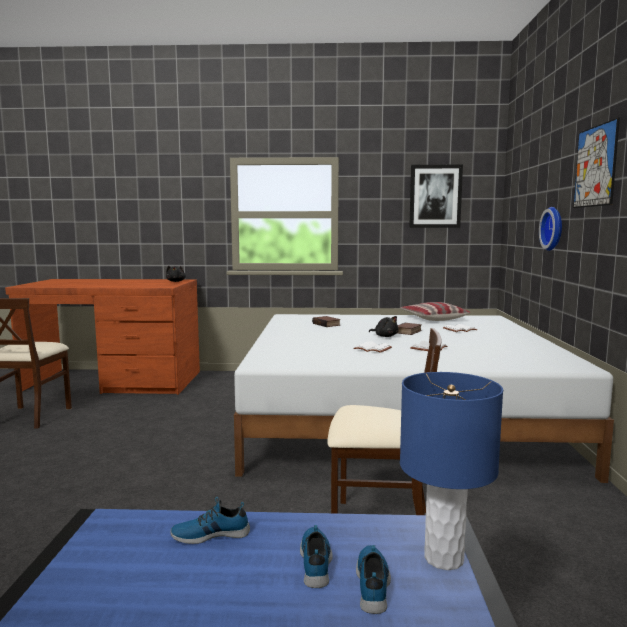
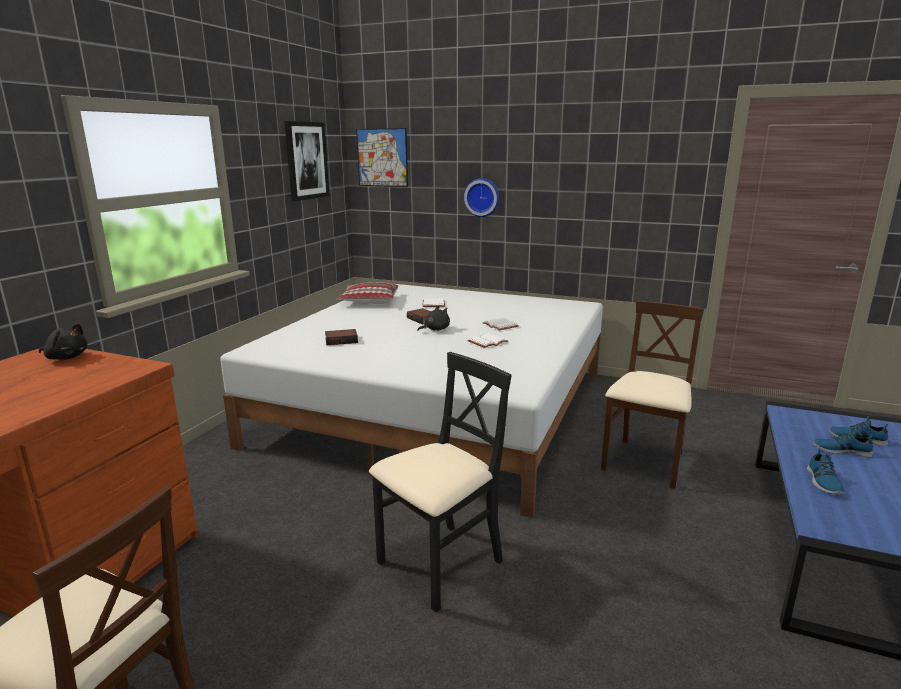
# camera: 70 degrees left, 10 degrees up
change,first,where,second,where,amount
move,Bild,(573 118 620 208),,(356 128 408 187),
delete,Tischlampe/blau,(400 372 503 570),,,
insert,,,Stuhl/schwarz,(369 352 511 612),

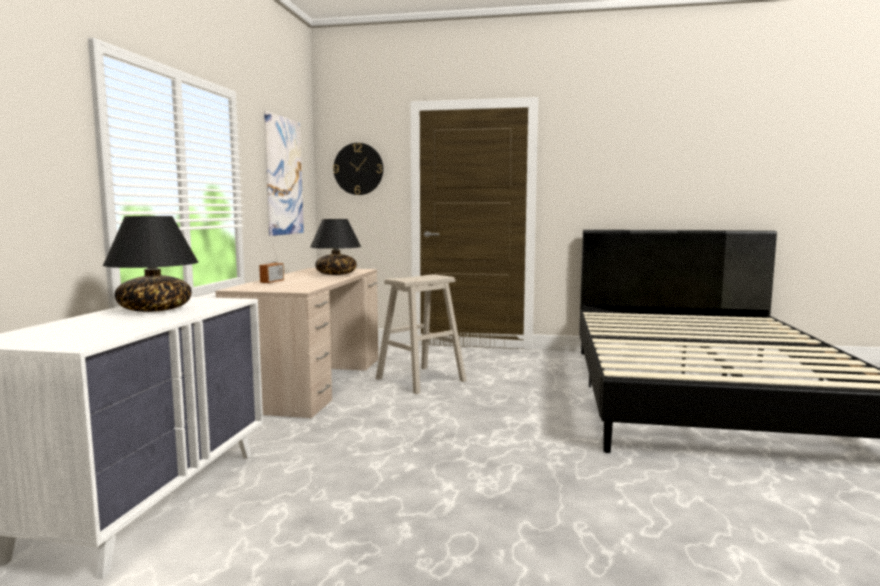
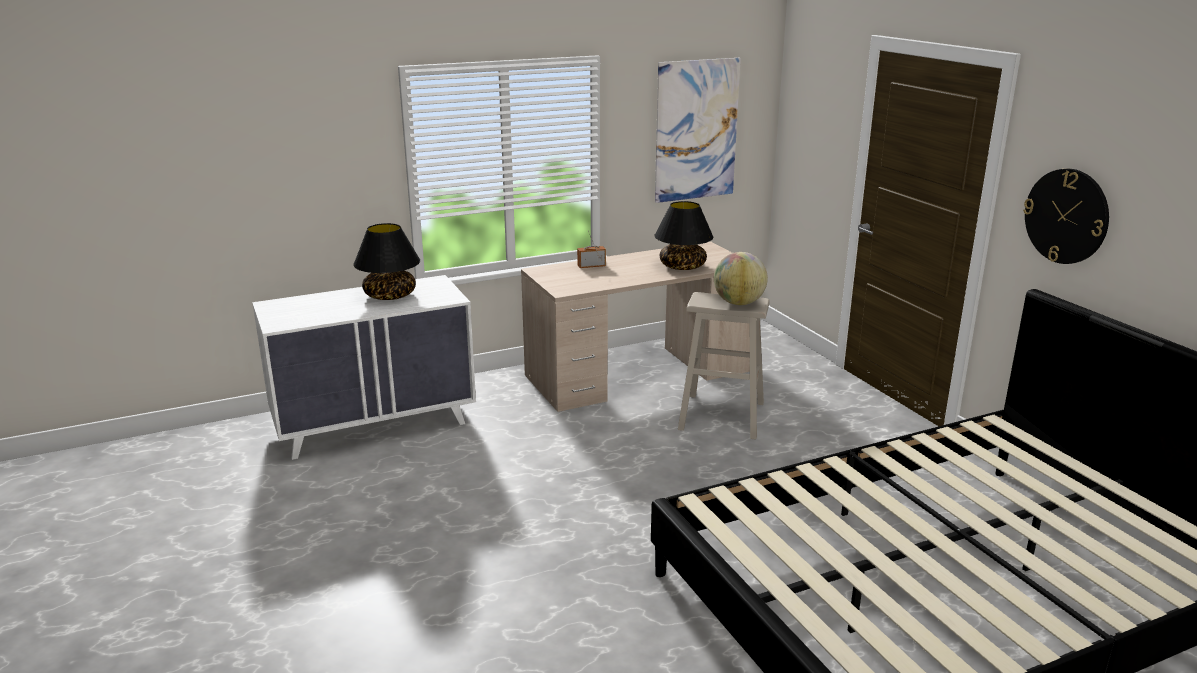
# camera: 55 degrees right, 15 degrees up
change,first,where,second,where,amount
move,Wanduhr,(333 143 383 195),,(1023 169 1109 264),
insert,,,Globus,(714 252 768 305),

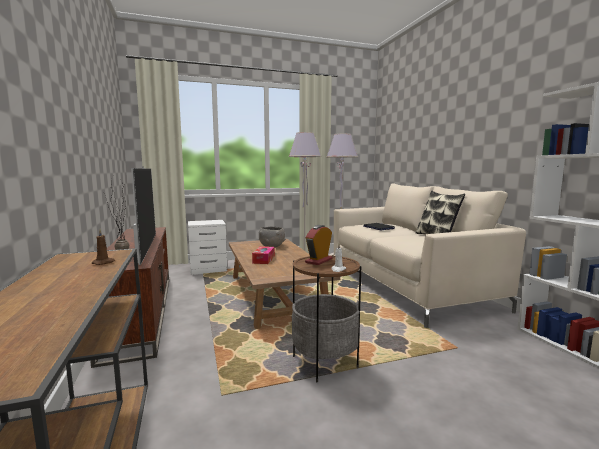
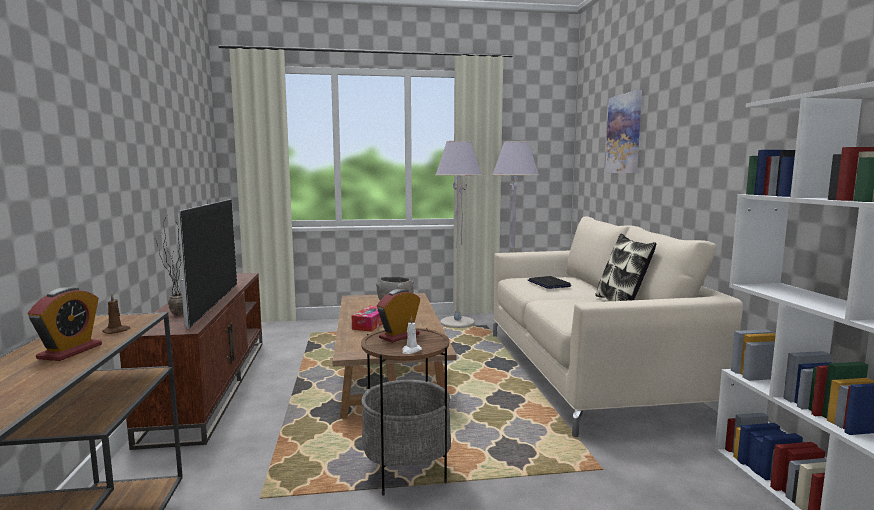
# camera: 10 degrees right, 0 degrees up
change,first,where,second,where,amount
delete,Nachttisch/weiß,(188 220 227 275),,,
insert,,,Bild,(605 90 642 173),
insert,,,Wecker,(27 287 102 361),

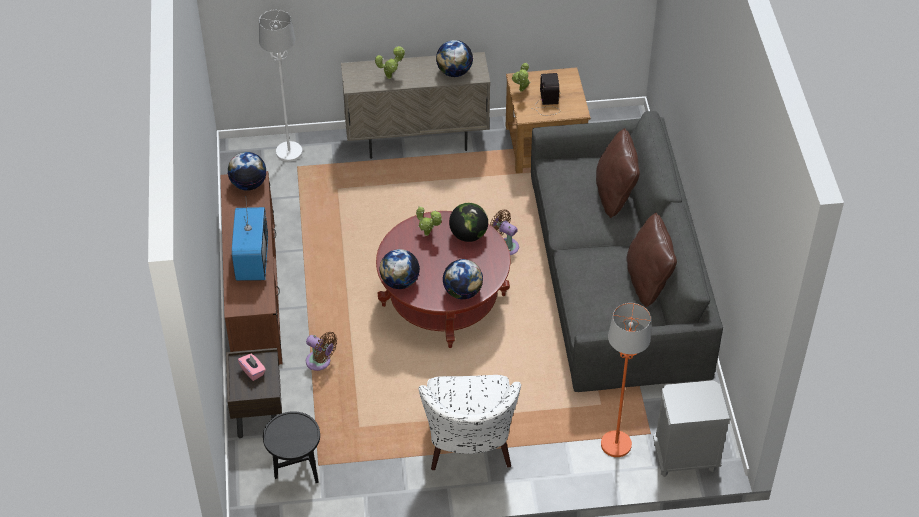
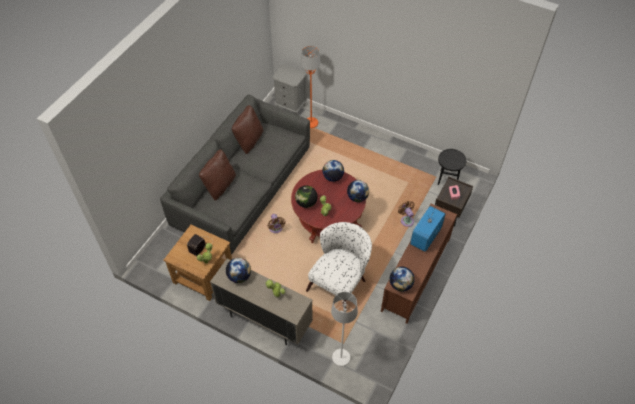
# camera: 145 degrees left, 5 degrees up
change,first,where,second,where,amount
move,Sessel/weiß,(418 375 521 470),,(306 222 372 310),

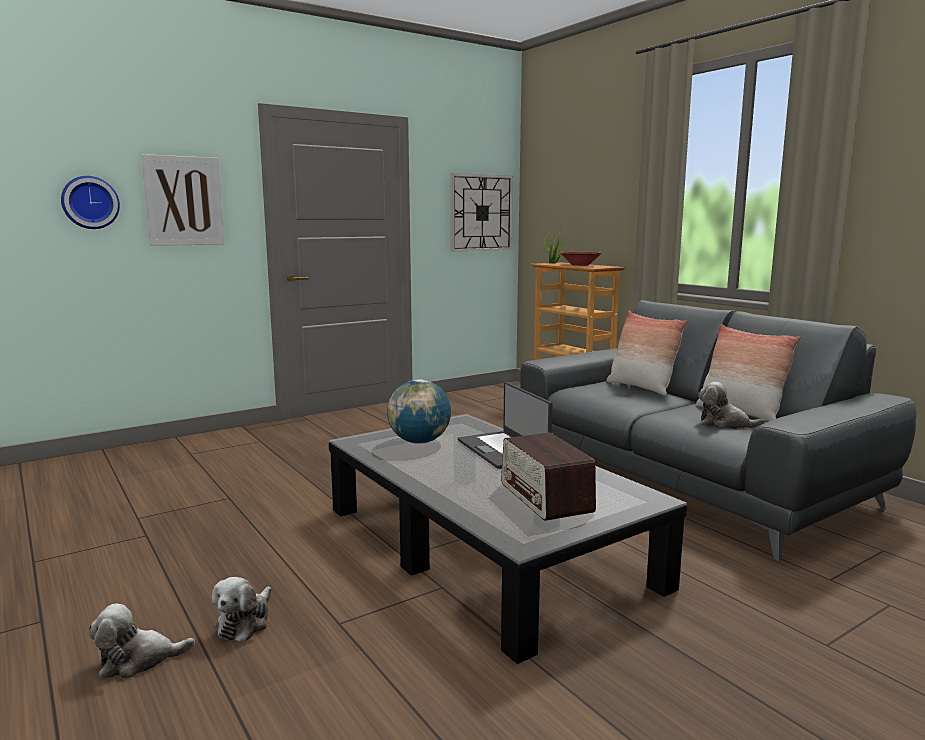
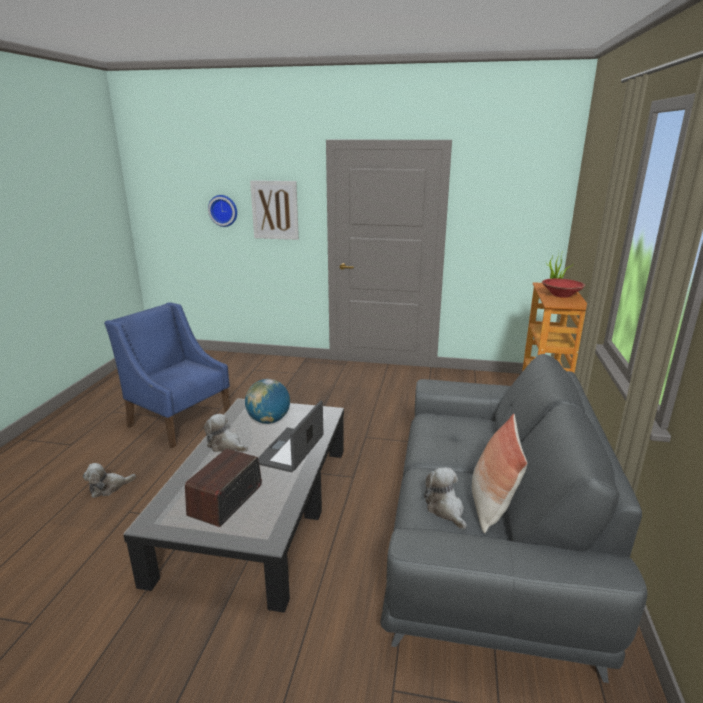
# camera: 45 degrees right, 10 degrees up
change,first,where,second,where,amount
delete,Wanduhr,(450 173 513 252),,,
delete,Kissen,(606 311 688 396),,,
move,Plüschtier,(89 604 195 679),,(204 414 248 452),
insert,,,Sessel/blau,(104 302 230 448),

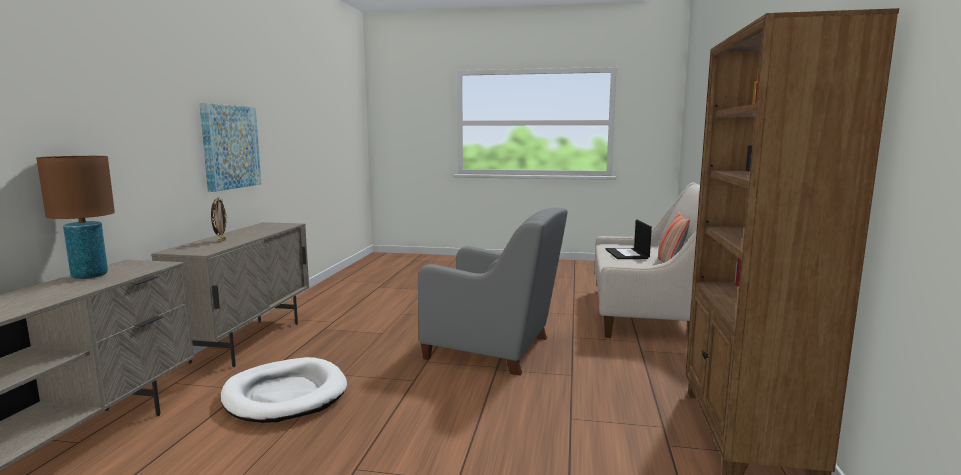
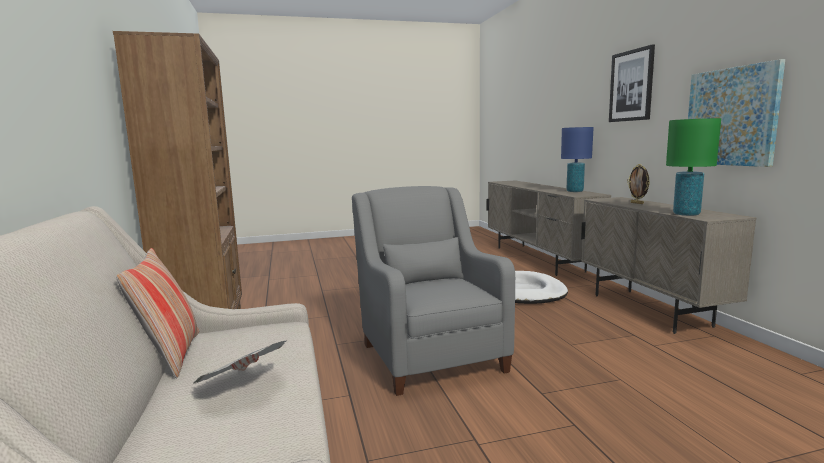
# camera: 155 degrees right, 0 degrees up
change,first,where,second,where,amount
recolor,Tischlampe/braun,(36 156 115 279),Tischlampe/blau,(561 127 594 192),
rotate,Sessel/grau,(418 208 568 376),,(352 186 515 396),75 degrees clockwise
replace,Laptop,(605 219 652 259),Zeitung,(194 341 286 384),
insert,,,Bild,(609 44 655 122),
insert,,,Tischlampe/grün,(666 118 721 216),

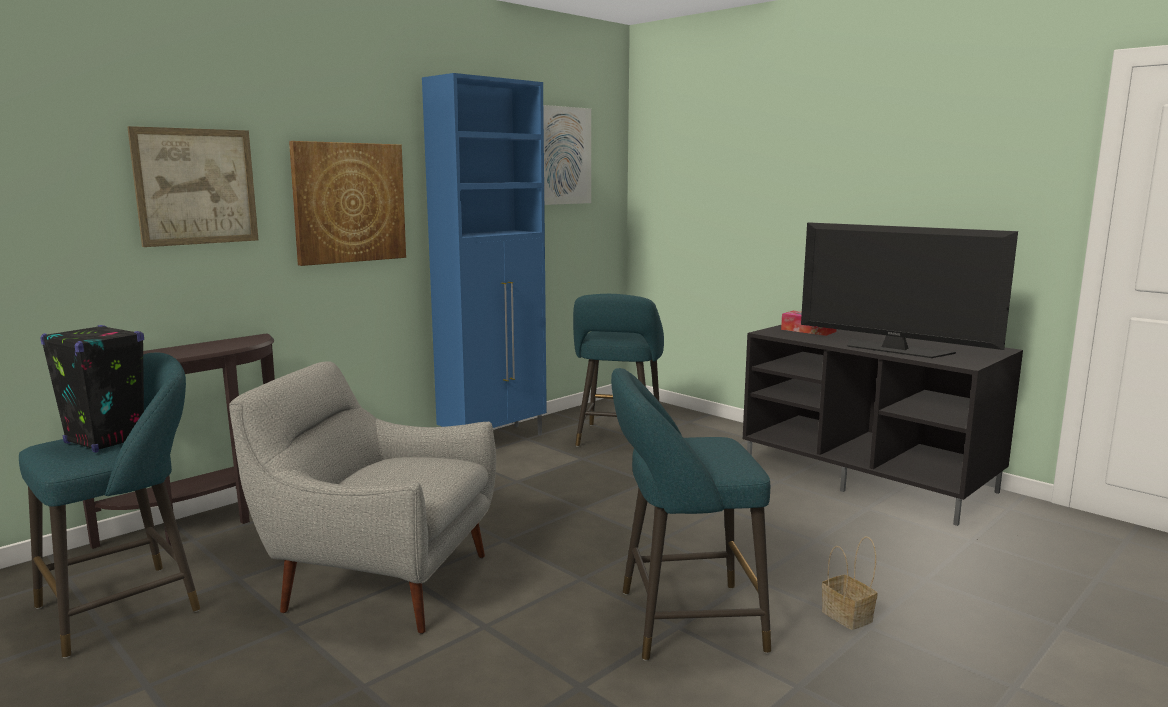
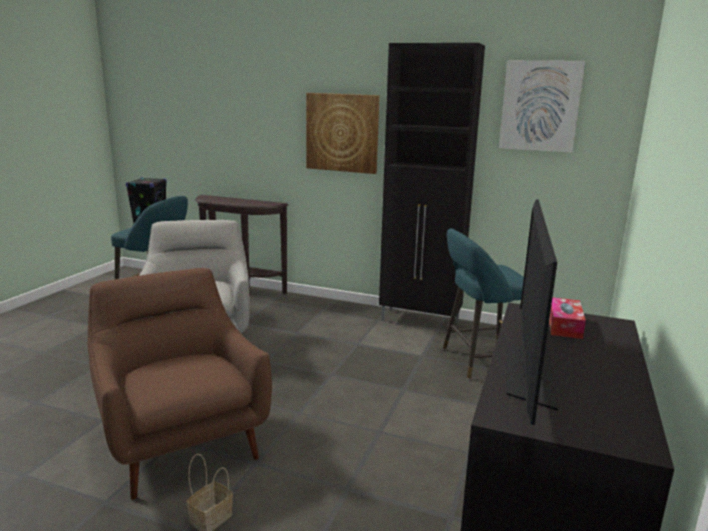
# camera: 65 degrees right, 5 degrees up
change,first,where,second,where,amount
recolor,Schrank/blau,(422 73 547 435),Schrank/schwarz,(379 43 485 329),
delete,Bild,(127 126 258 247),,,
replace,Hocker/türkis,(611 368 771 661),Sessel/braun,(88 268 272 500),

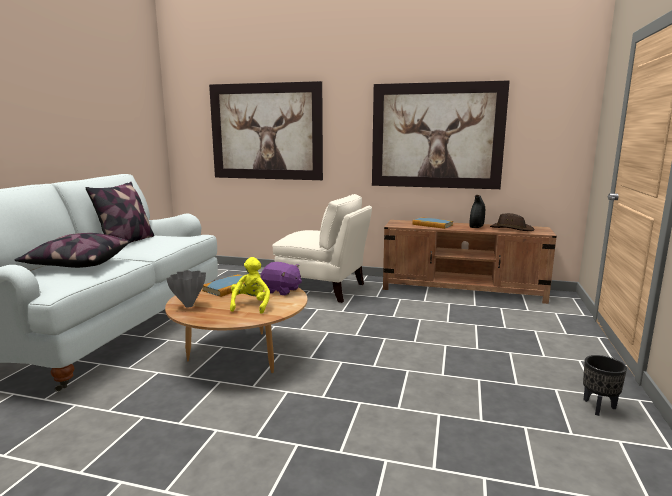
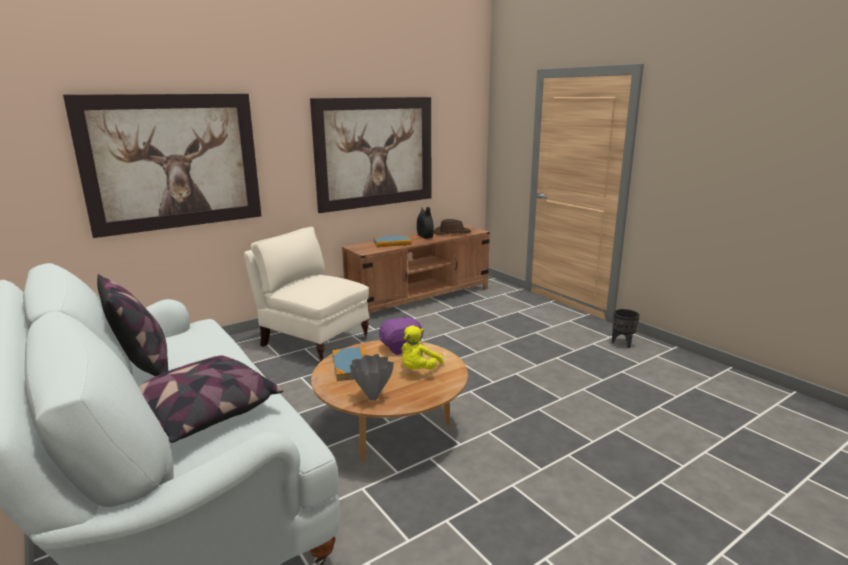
# camera: 50 degrees left, 5 degrees up
change,first,where,second,where,amount
rotate,Sessel/beige,(272 194 372 303),,(244 227 369 363),120 degrees counterclockwise
rotate,Plüschtier/gelb,(230 257 270 314),,(402 325 444 370),105 degrees counterclockwise

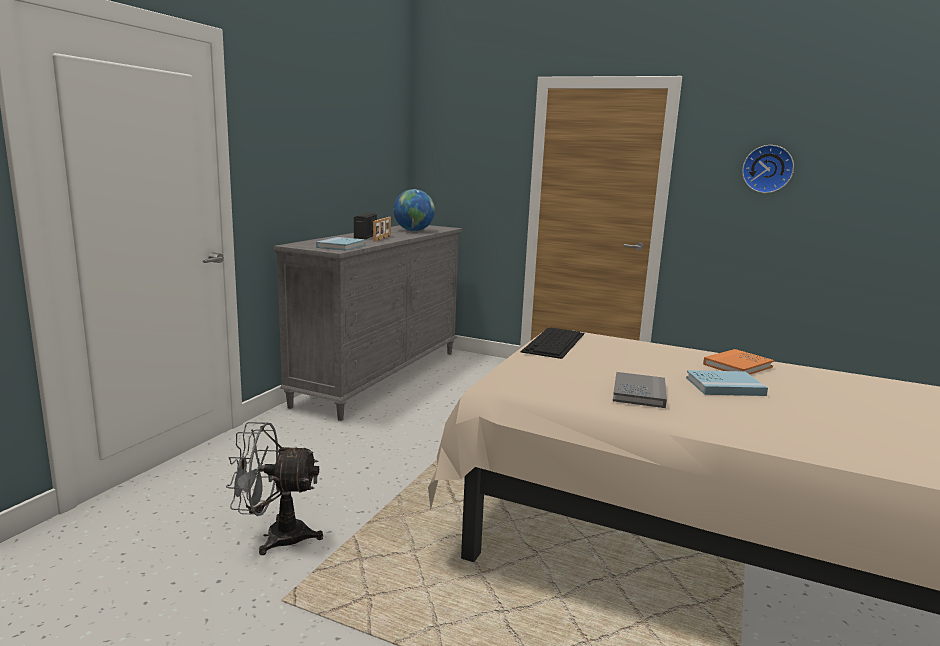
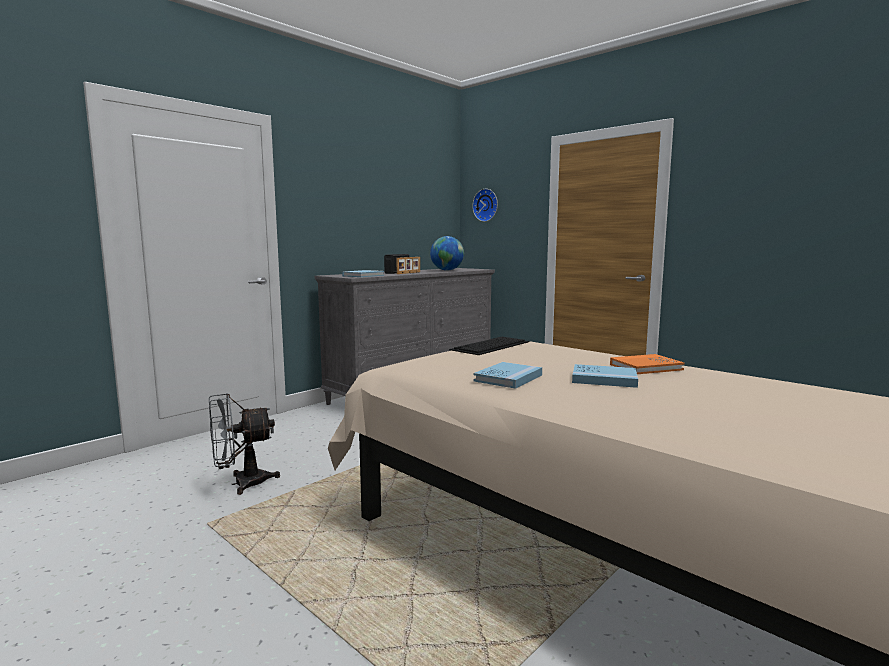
# camera: 20 degrees right, 5 degrees down
change,first,where,second,where,amount
move,Wanduhr,(742 145 794 193),,(472 189 498 222),
recolor,Buch/grau,(613 372 667 408),Buch/blau,(473 362 542 389),
rotate,Ventilator/grau,(226 422 323 555),,(209 393 280 495),45 degrees counterclockwise

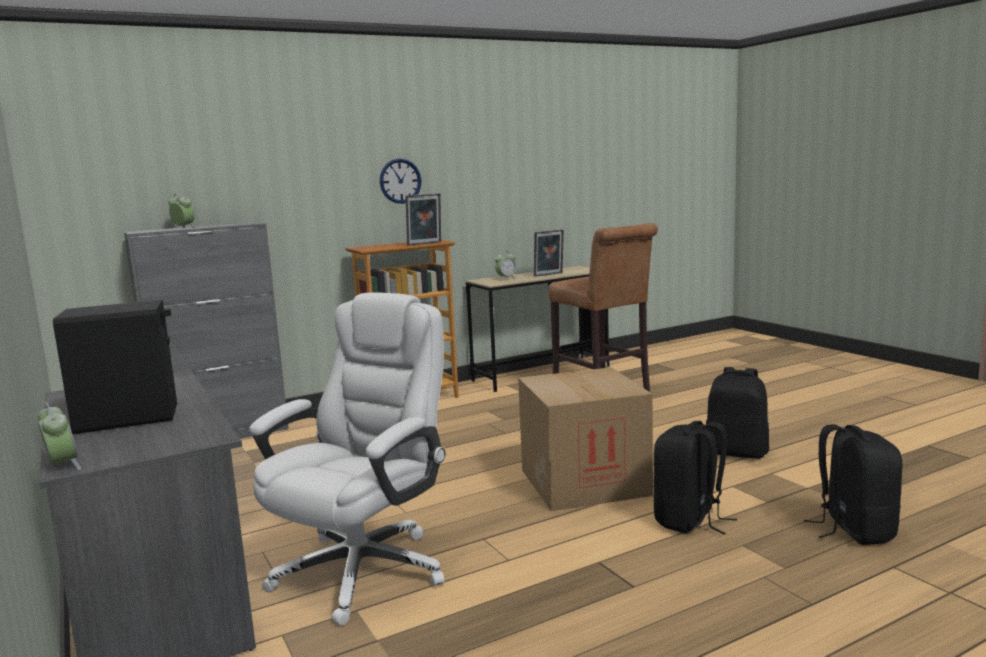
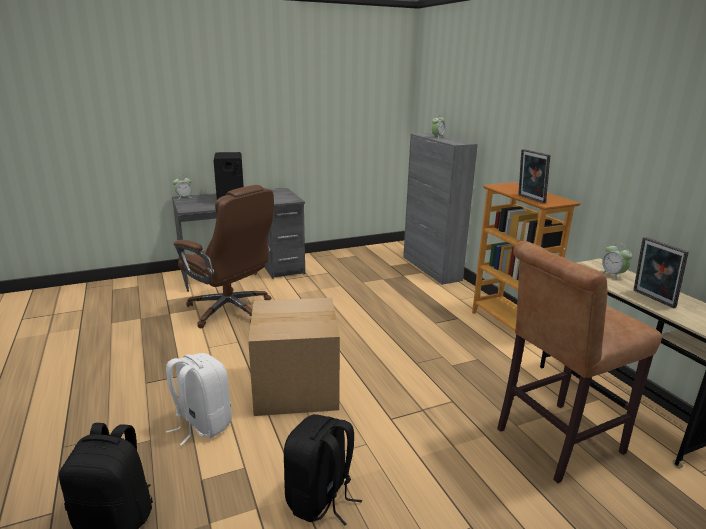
# camera: 95 degrees right, 10 degrees up
change,first,where,second,where,amount
delete,Wanduhr,(380 159 421 204),,,
recolor,Bürostuhl/weiß,(249 292 446 626),Bürostuhl/braun,(174 185 274 328),
recolor,Rucksack/schwarz,(653 421 737 535),Rucksack/weiß,(166 353 232 446),

